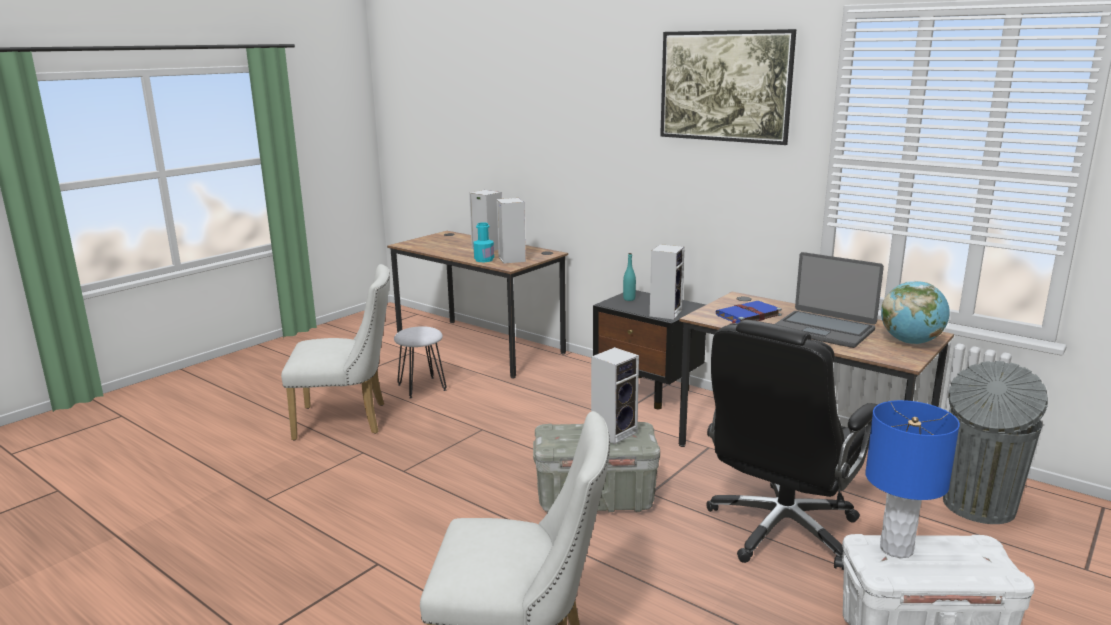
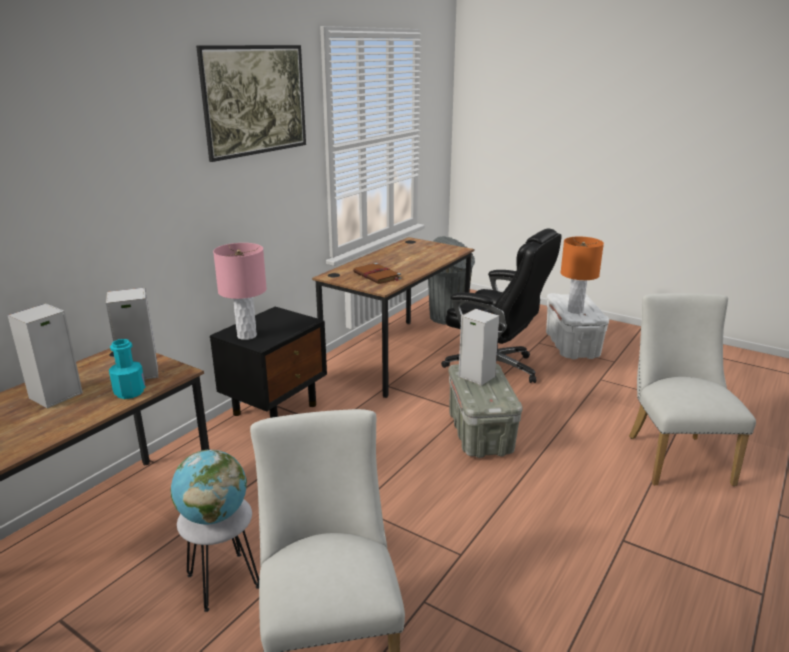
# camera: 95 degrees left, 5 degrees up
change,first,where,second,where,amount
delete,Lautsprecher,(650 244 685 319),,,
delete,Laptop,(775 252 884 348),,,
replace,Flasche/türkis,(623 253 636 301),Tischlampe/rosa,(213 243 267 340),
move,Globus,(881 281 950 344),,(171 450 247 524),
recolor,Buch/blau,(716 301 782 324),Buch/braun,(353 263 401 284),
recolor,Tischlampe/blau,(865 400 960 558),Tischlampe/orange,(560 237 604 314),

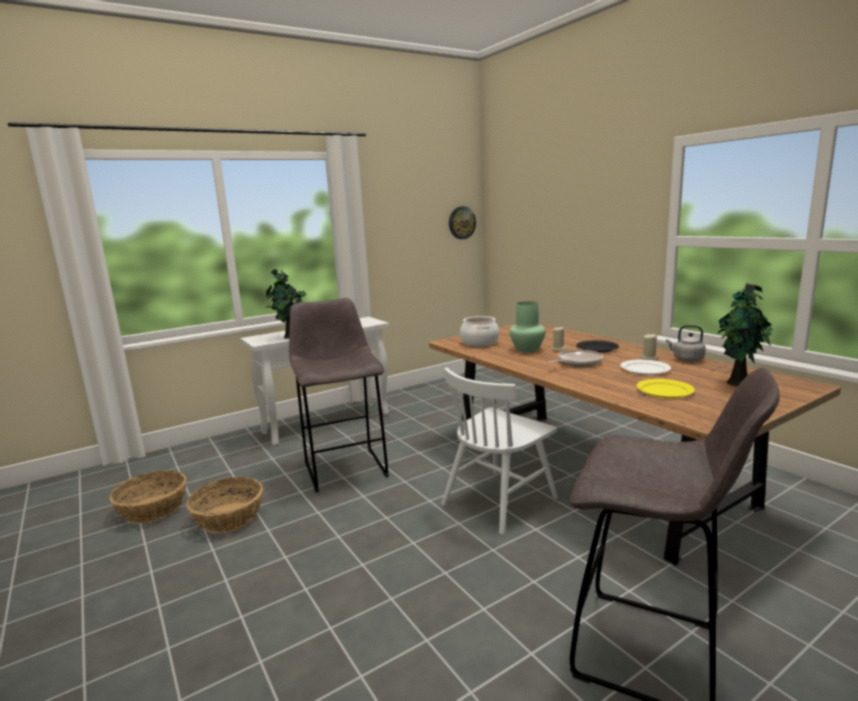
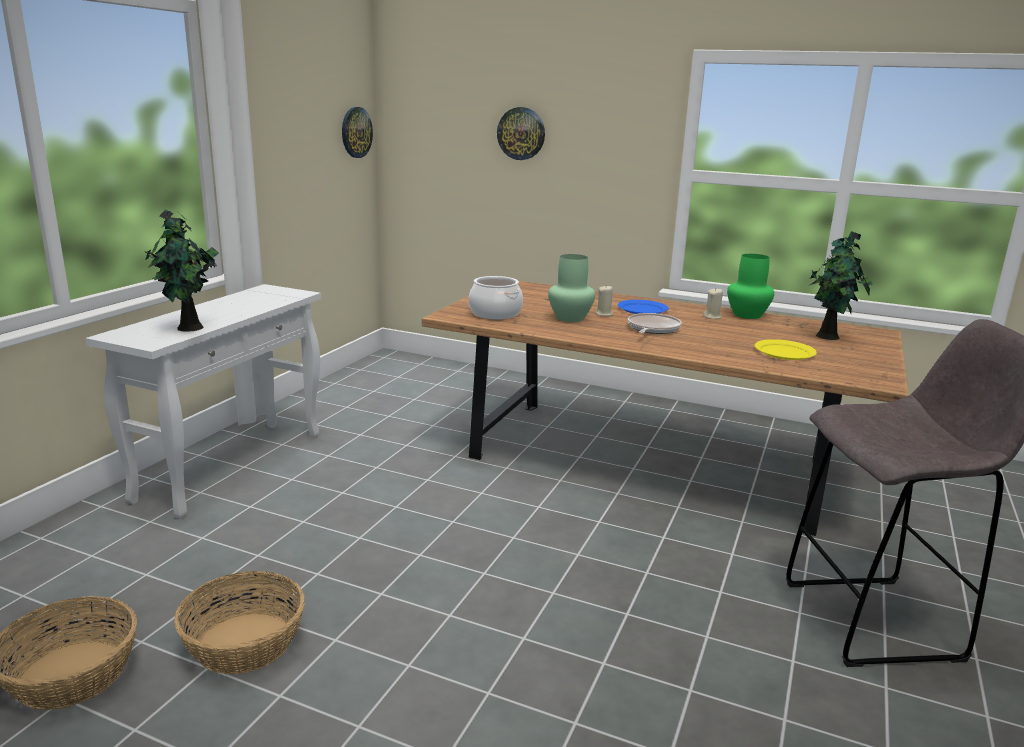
# camera: 35 degrees left, 5 degrees up
change,first,where,second,where,amount
delete,Hocker/grau,(289 298 389 492),,,
replace,Wasserkessel/grau,(666 325 706 362),Vase/grün,(727 254 774 319),
recolor,Teller/schwarz,(576 340 619 353),Teller/blau,(618 300 669 314),
delete,Teller/weiß,(620 359 671 375),,,
delete,Stuhl/weiß,(441 368 558 535),,,
insert,,,Wanduhr,(497 107 545 160),

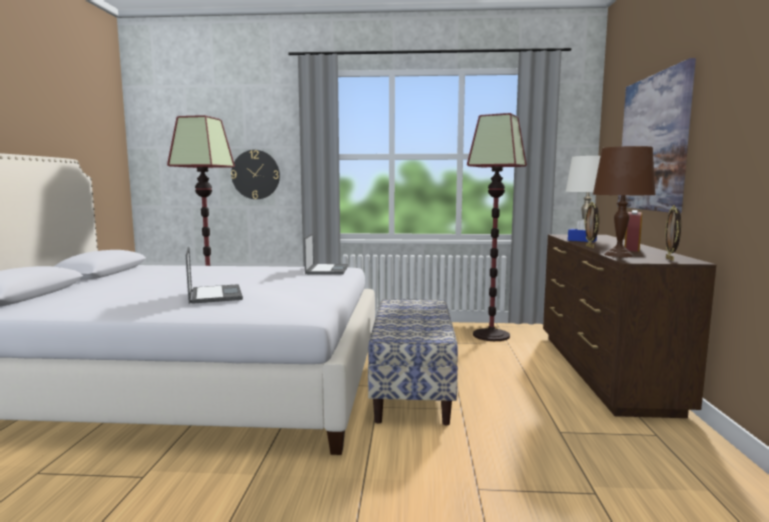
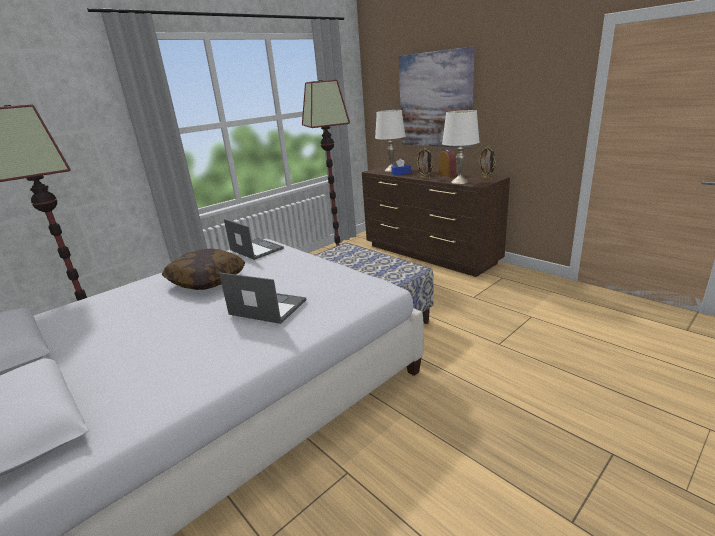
# camera: 45 degrees left, 15 degrees up
change,first,where,second,where,amount
recolor,Tischlampe/braun,(593 146 656 257),Tischlampe/weiß,(442 110 480 184),
delete,Wanduhr,(231 150 280 199),,,
insert,,,Kissen,(162 249 245 290),

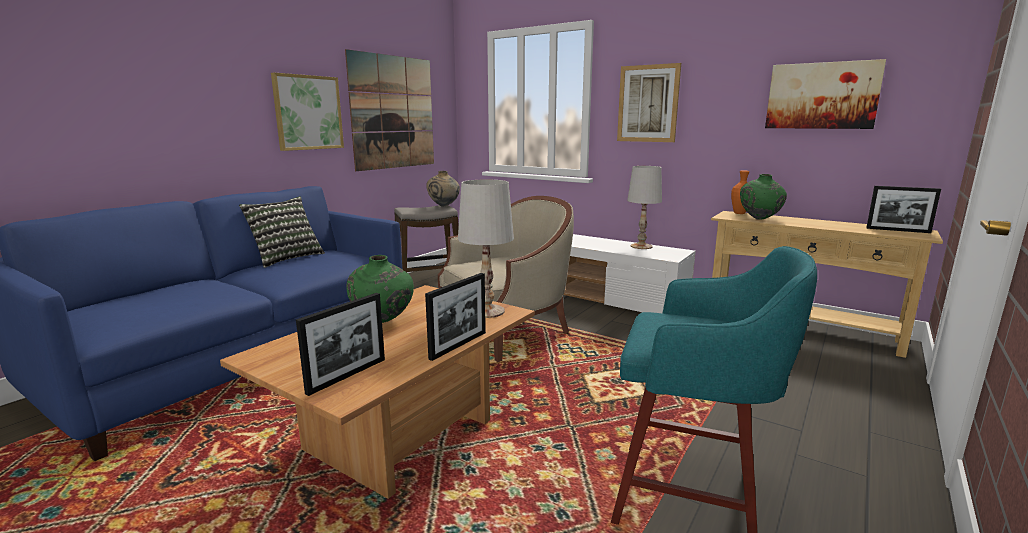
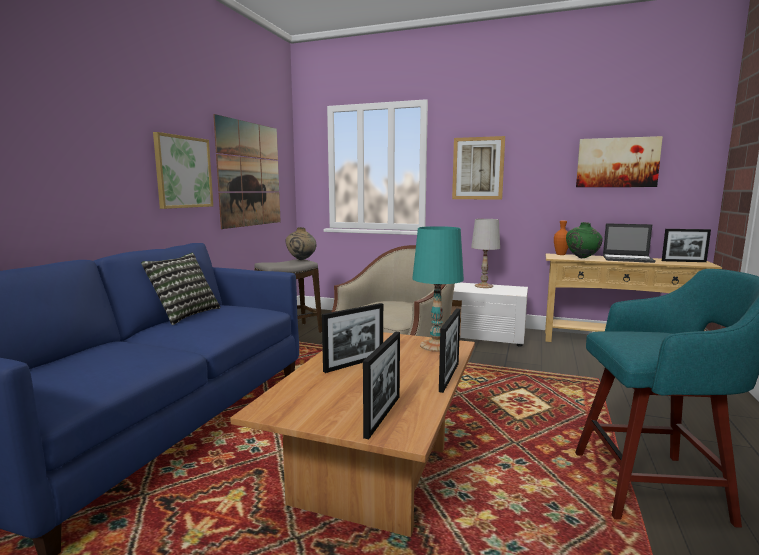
# camera: 15 degrees left, 5 degrees down
change,first,where,second,where,amount
recolor,Tischlampe/weiß,(458 180 514 318),Tischlampe/türkis,(412 226 464 352),
replace,Vase/grün,(347 255 414 323),Bilderrahmen,(322 303 383 373),
insert,,,Laptop,(603 223 656 263),

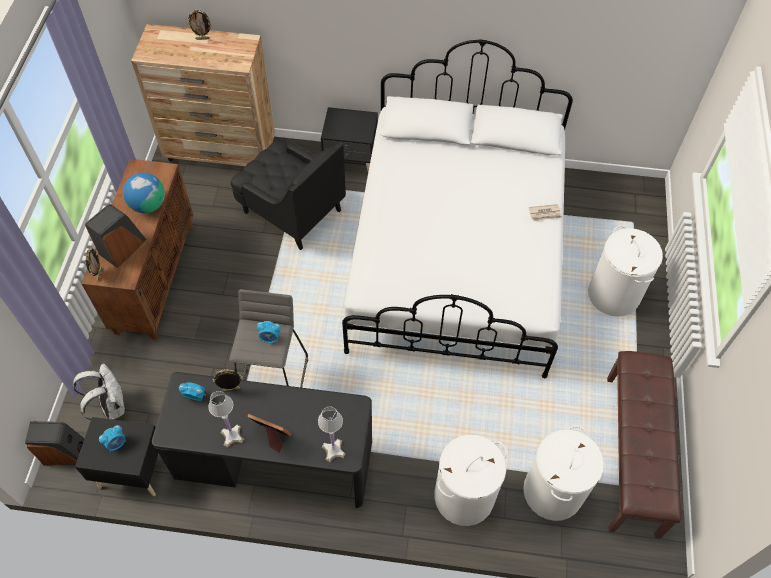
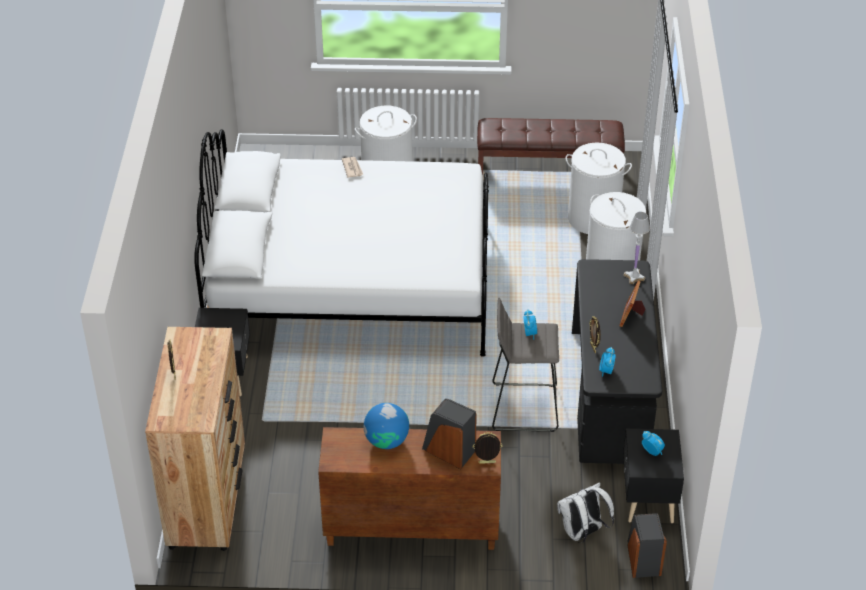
# camera: 95 degrees left, 15 degrees down
change,first,where,second,where,amount
delete,Sessel/schwarz,(230 138 346 250),,,
delete,Tischlampe/weiß,(208 391 244 447),,,

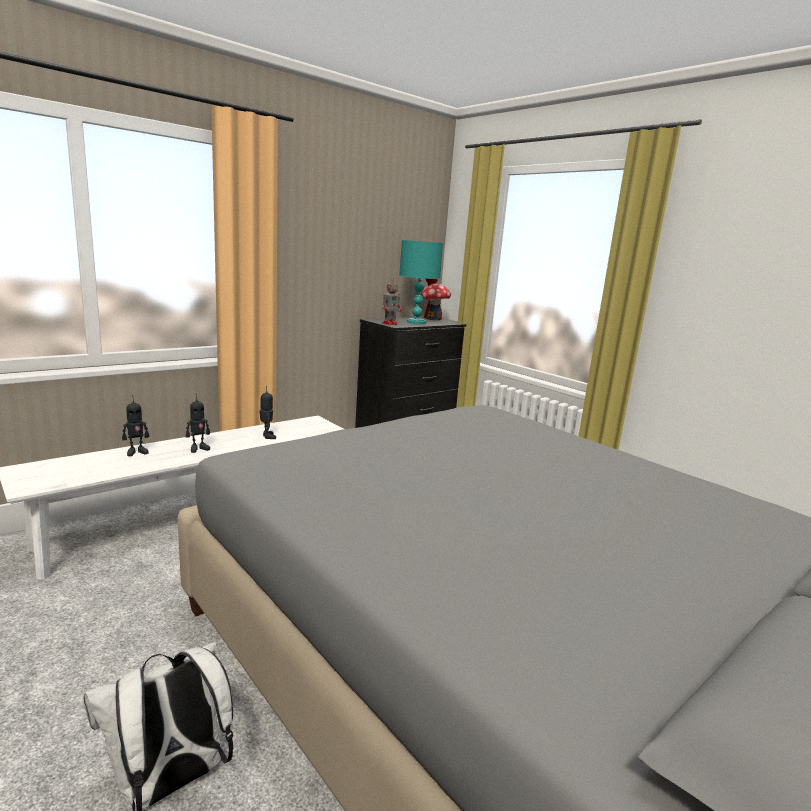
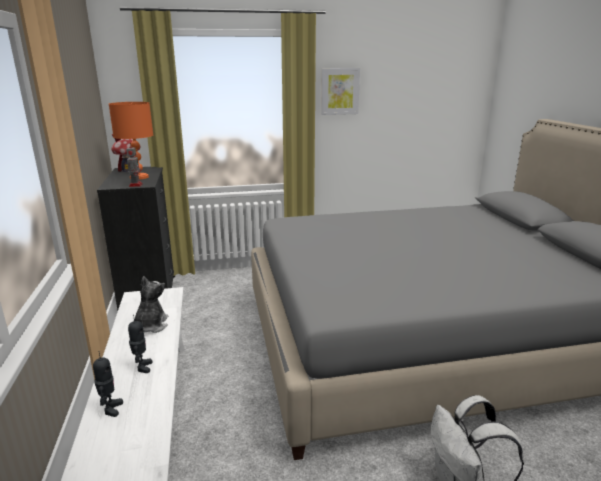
# camera: 60 degrees left, 5 degrees up
change,first,where,second,where,amount
recolor,Tischlampe/türkis,(399 240 443 324),Tischlampe/orange,(109 102 153 180),
replace,Spielzeugroboter,(260 386 276 439),Plüschtier,(135 276 168 333),
insert,,,Bild,(321 68 360 115),

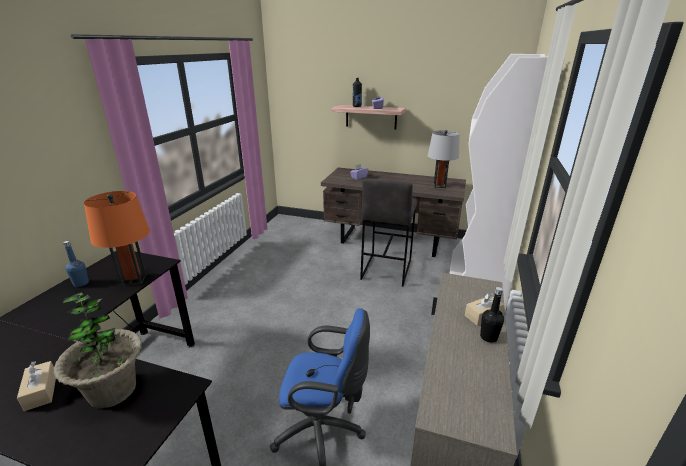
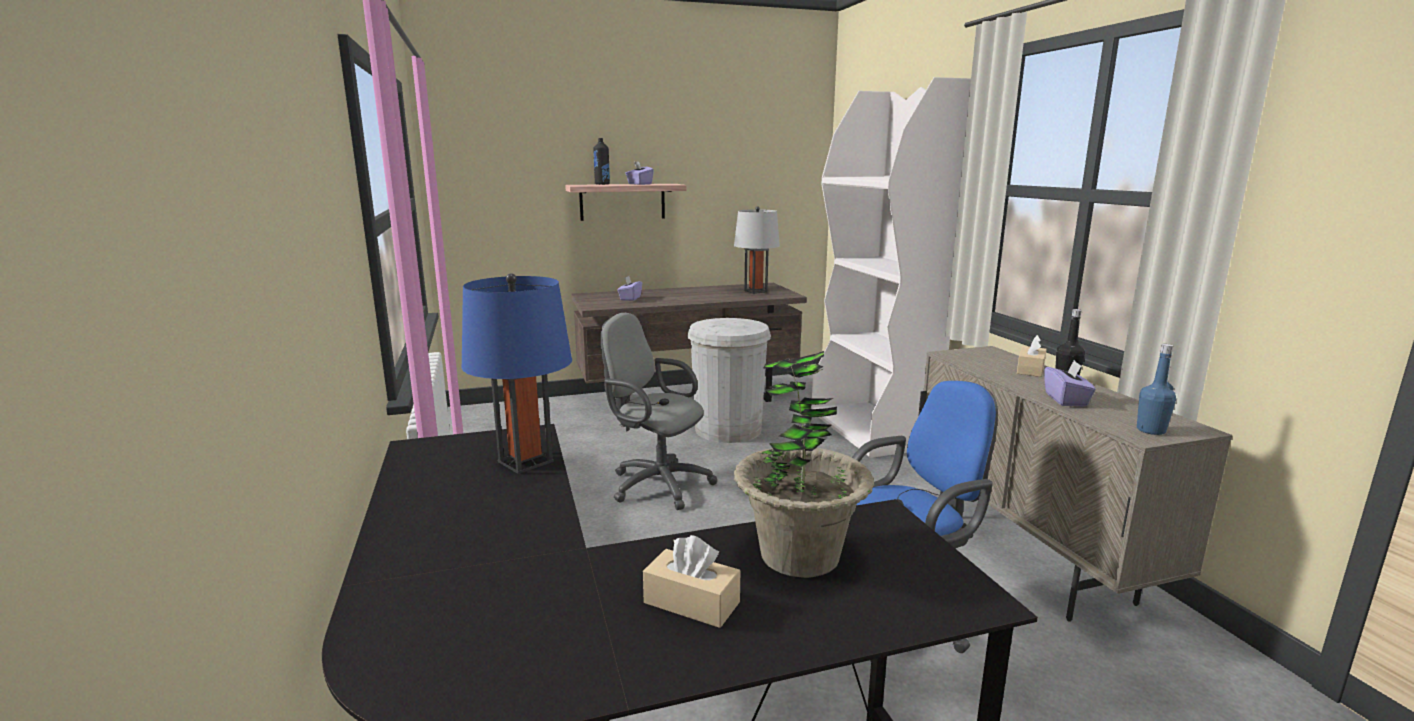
# camera: 35 degrees left, 10 degrees down
change,first,where,second,where,amount
replace,Hocker/grau,(360 179 417 287),Mülleimer/weiß,(687 318 771 443),
recolor,Tischlampe/orange,(84 191 150 286),Tischlampe/blau,(461 273 572 474),
move,Flasche/blau,(63 241 89 287),,(1137 344 1176 435),
insert,,,Bürostuhl/grau,(601 313 717 510),
insert,,,Taschentuchbox/lila,(1044 360 1096 407),

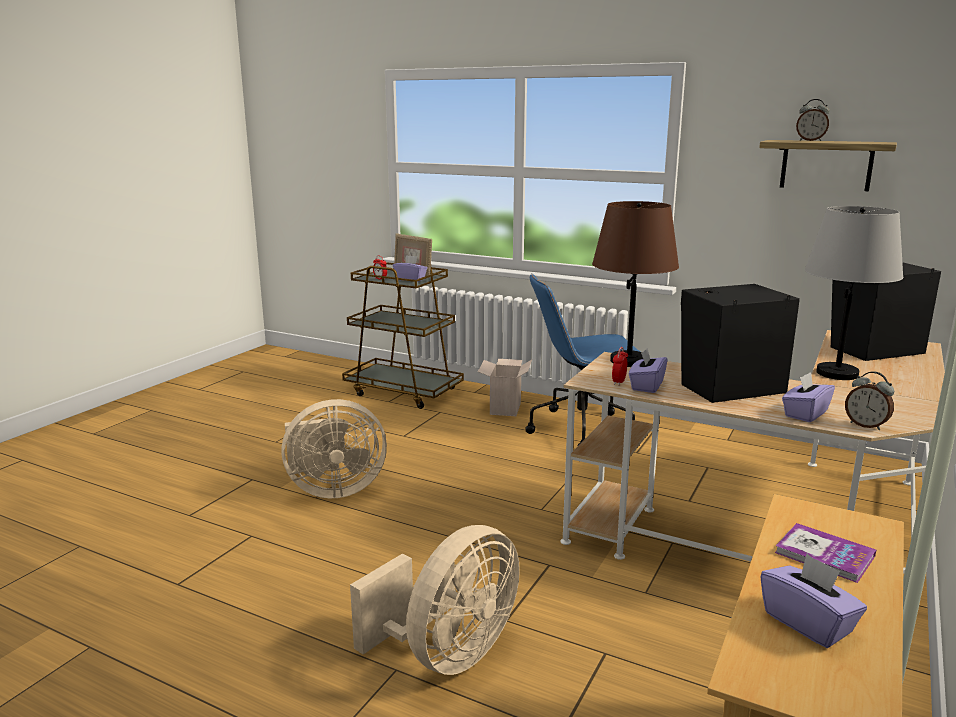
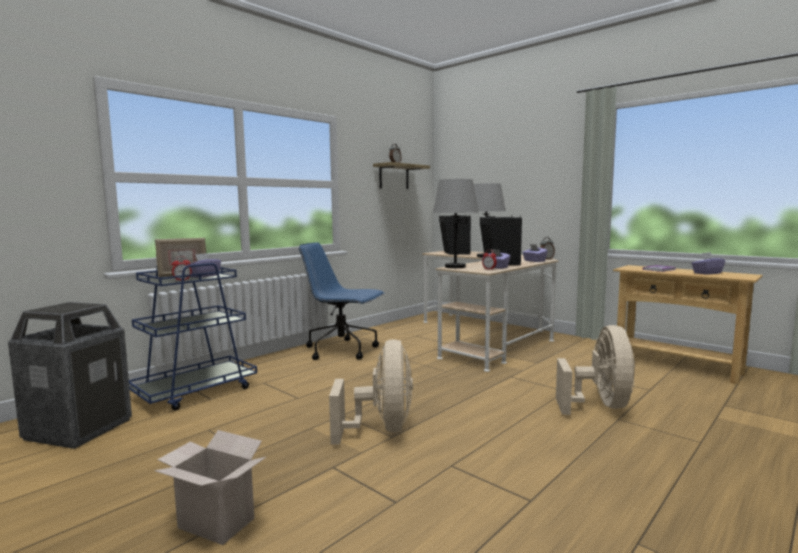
# camera: 75 degrees left, 10 degrees down
change,first,where,second,where,amount
recolor,Tischlampe/braun,(592 201 679 367),Tischlampe/grau,(433 179 479 268),
recolor,Rollwagen/braun,(342 262 464 409),Rollwagen/blau,(129 263 257 411),
rotate,Bürostuhl/blau,(525 273 640 447),,(299 243 385 360),105 degrees clockwise
move,Karton,(478 359 532 416),,(155 430 266 545),
rotate,Ventilator/beige,(350 525 520 675),,(556 325 635 415),45 degrees clockwise
insert,,,Mülleimer,(8 302 132 449),

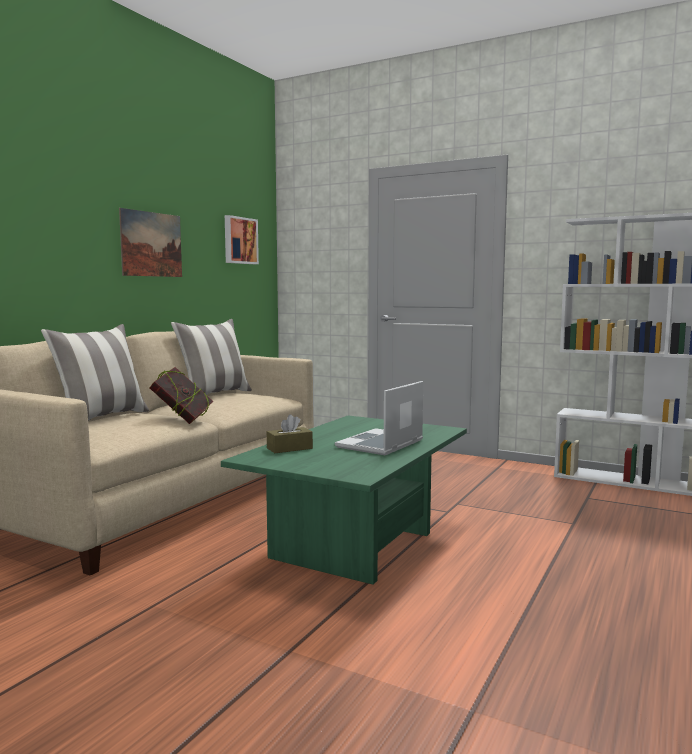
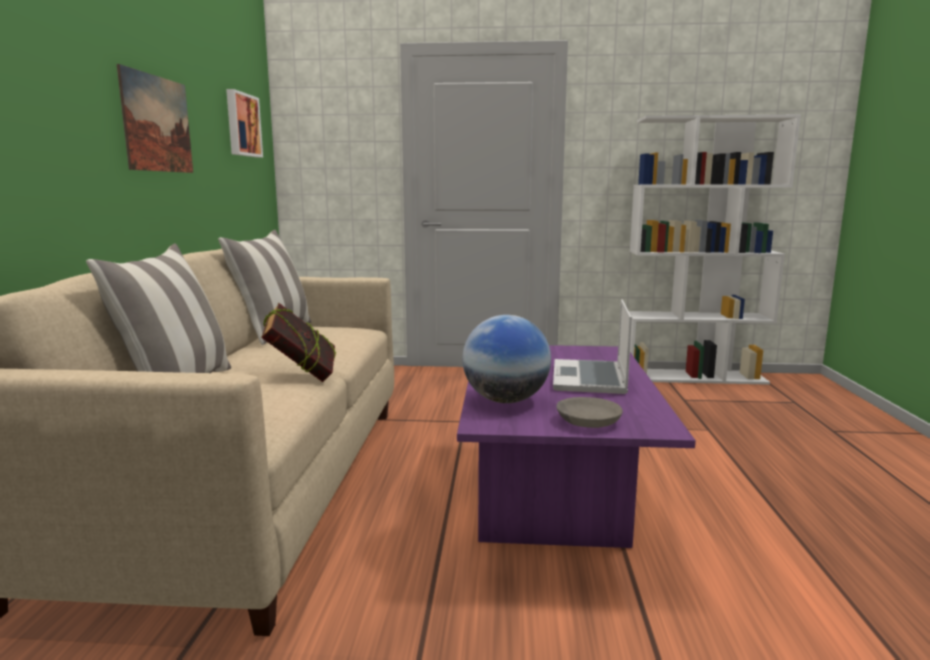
# camera: 25 degrees left, 5 degrees up
change,first,where,second,where,amount
replace,Taschentuchbox/braun,(267 414 313 453),Globus,(462 315 551 403),
recolor,Couchtisch/grün,(221 415 467 584),Couchtisch/lila,(457 345 696 548),
insert,,,Schüssel/grau,(556 397 623 428),

